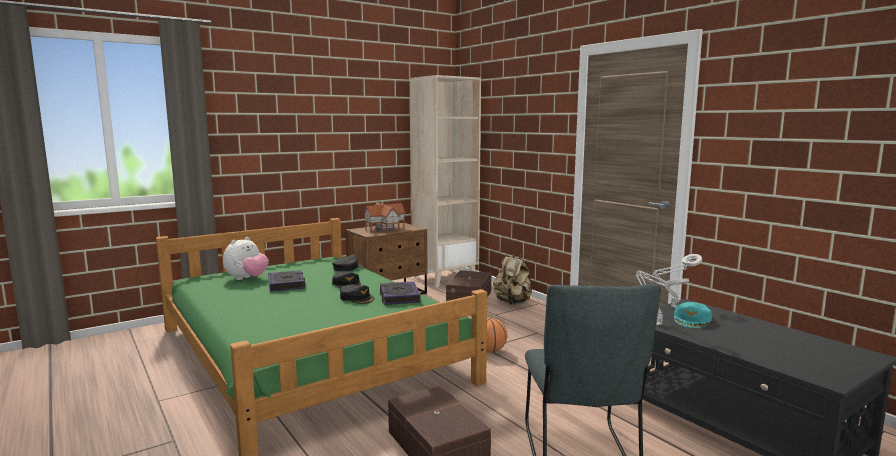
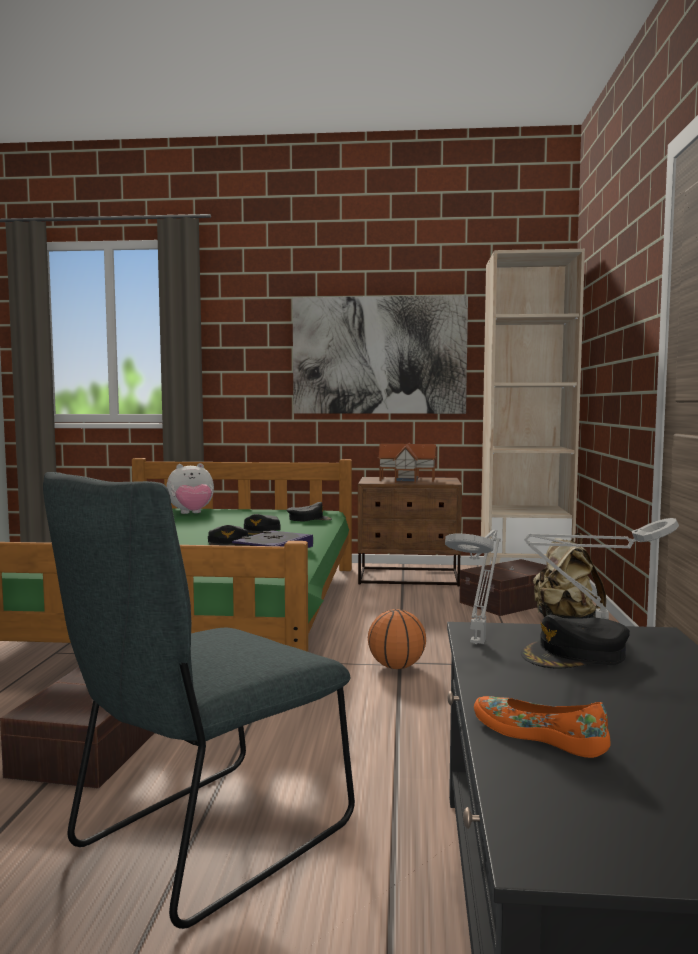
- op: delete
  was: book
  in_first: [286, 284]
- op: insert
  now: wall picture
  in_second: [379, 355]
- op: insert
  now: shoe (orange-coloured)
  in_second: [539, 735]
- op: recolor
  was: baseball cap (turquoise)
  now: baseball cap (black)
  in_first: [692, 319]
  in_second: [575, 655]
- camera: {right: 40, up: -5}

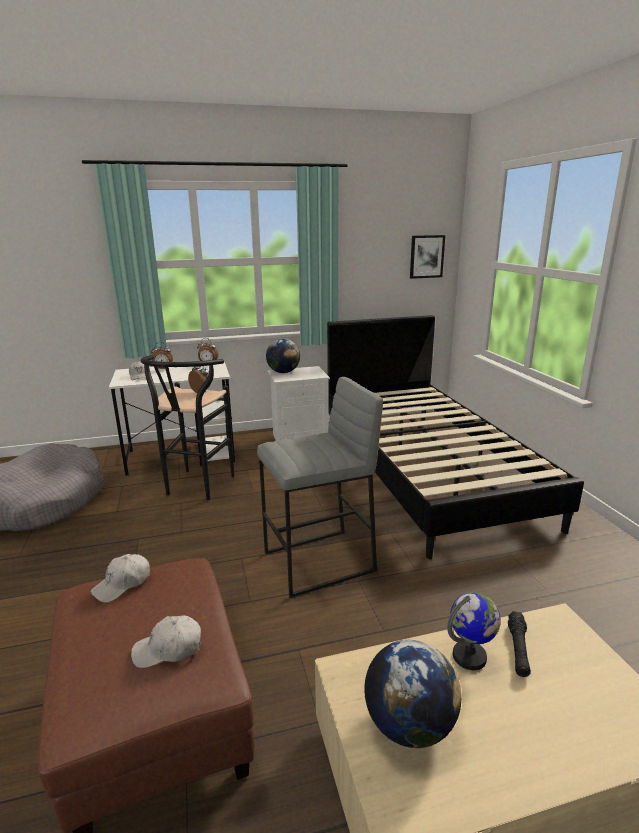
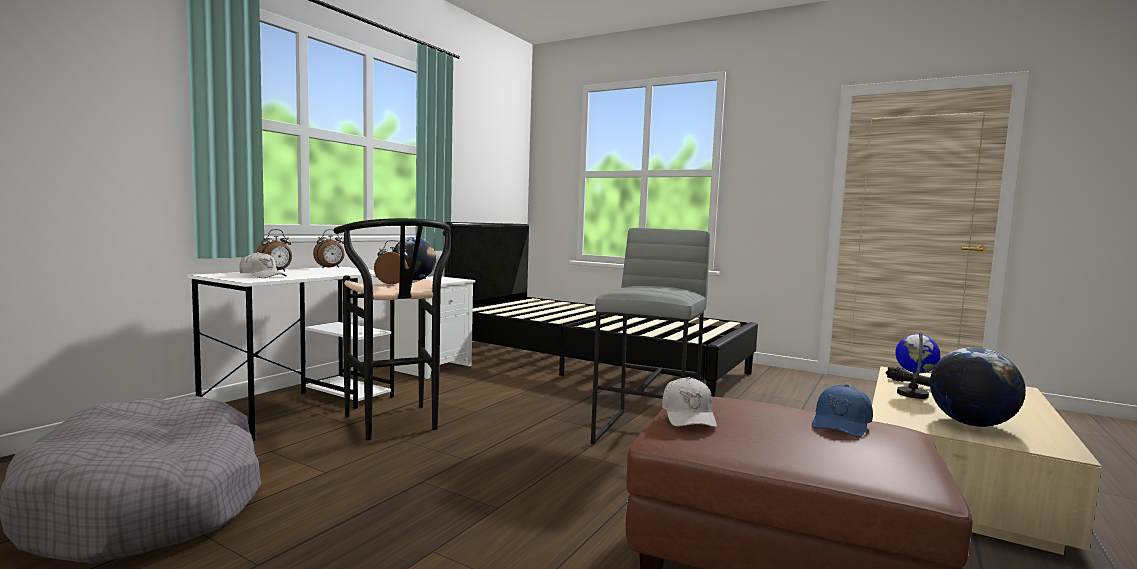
- op: delete
  was: wall picture
  in_first: [426, 256]
- op: recolor
  was: baseball cap (whitish)
  now: baseball cap (blue)
  in_first: [169, 649]
  in_second: [841, 424]
- camera: {right: -45, up: -15}

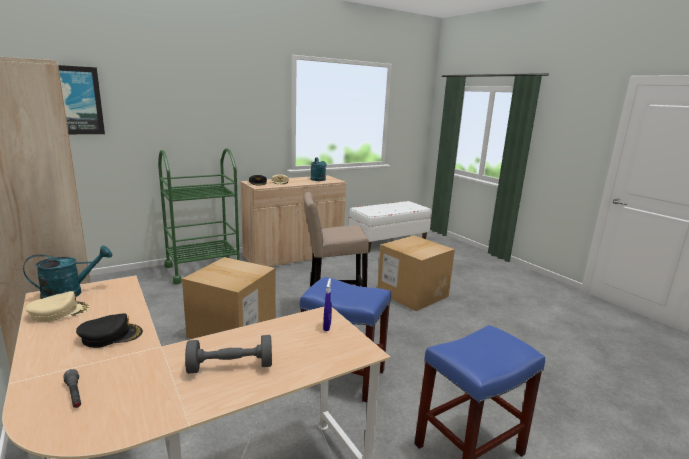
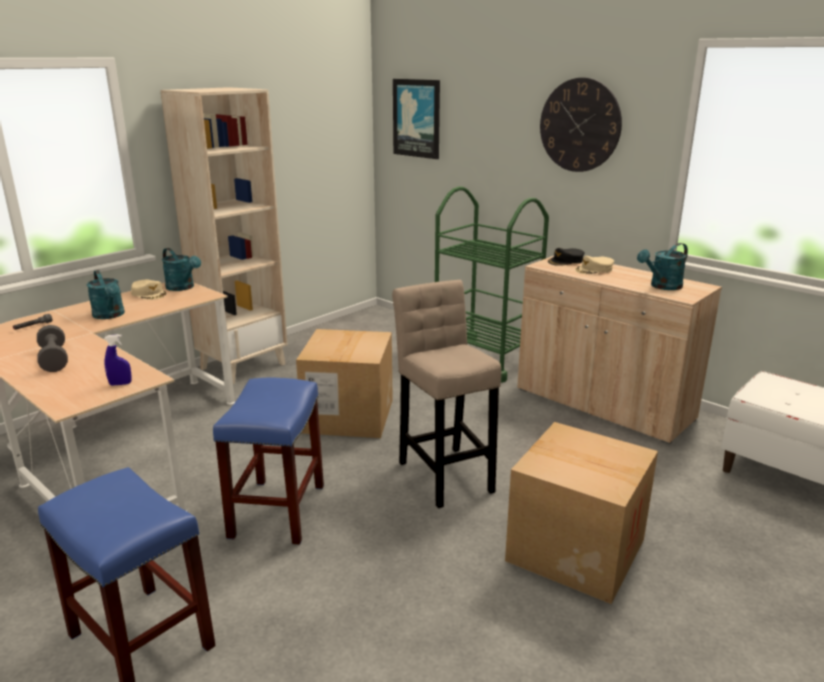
- op: insert
  now: clock on the wall
  in_second: [580, 125]
- op: replace
  was: baseball cap (black)
  now: sprinkling can (turquoise)
  in_first: [111, 336]
  in_second: [110, 315]
- camera: {right: 75, up: 5}

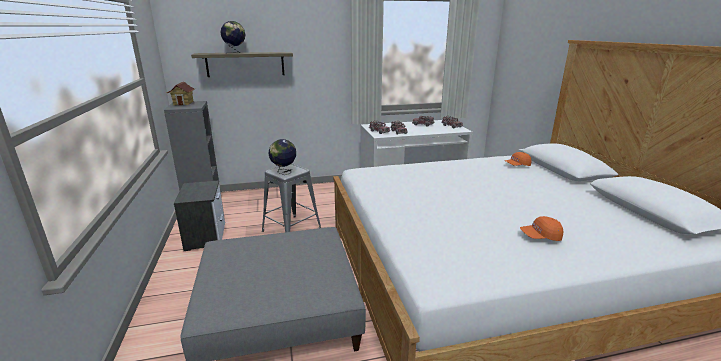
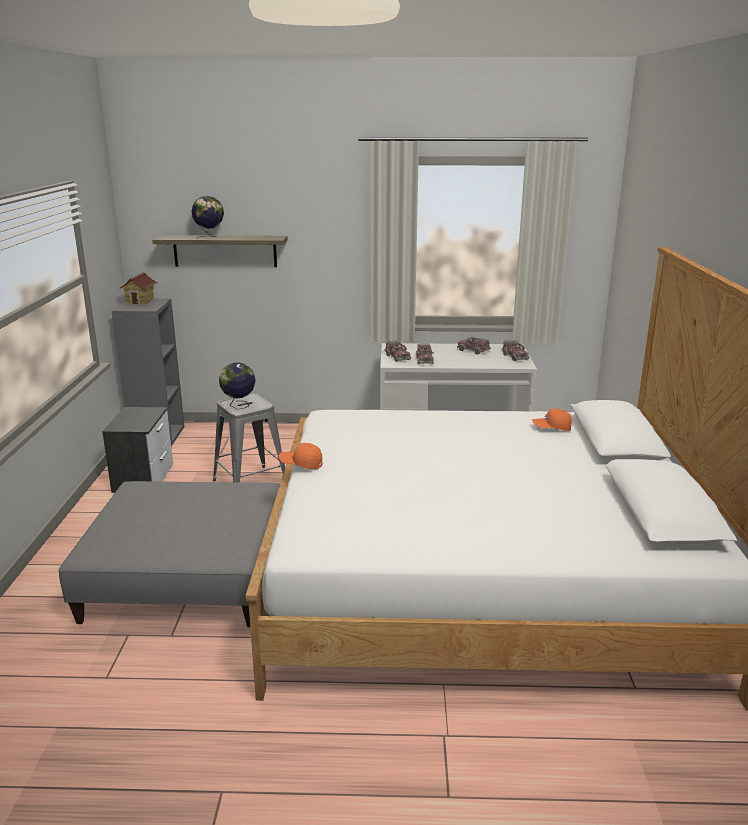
- op: move
  was: baseball cap (orange-coloured)
  in_first: [540, 237]
  in_second: [301, 464]
- camera: {right: 15, up: 0}

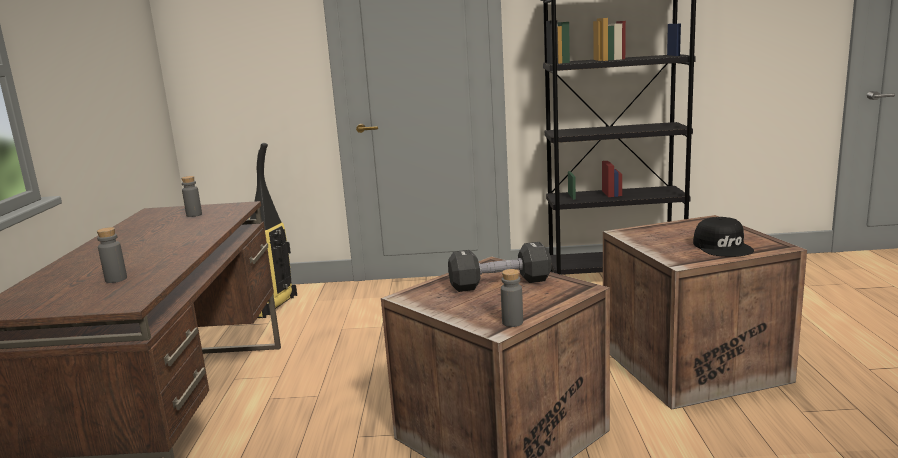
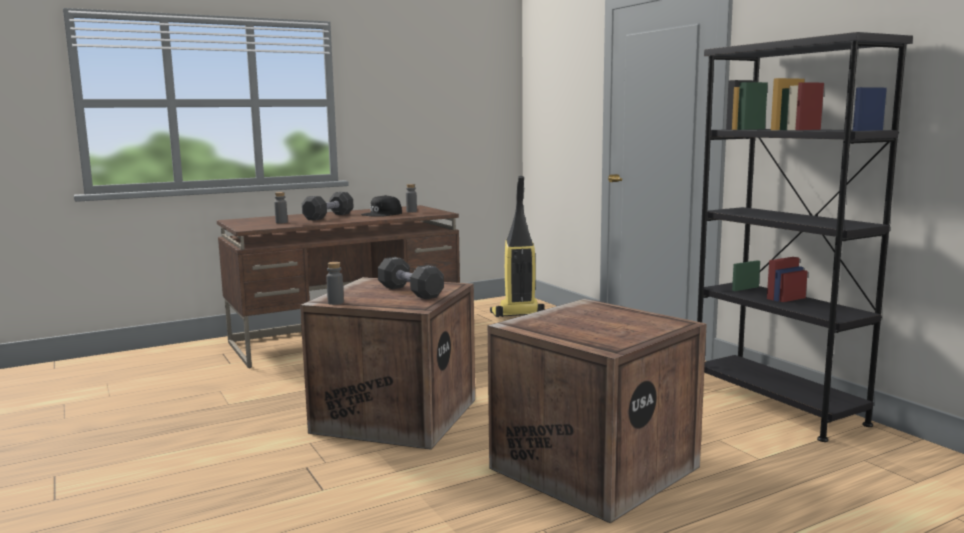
- op: insert
  now: dumbbell (black)
  in_second: [328, 217]
- op: move
  was: baseball cap (black)
  in_first: [723, 247]
  in_second: [382, 214]
- camera: {right: 60, up: -5}

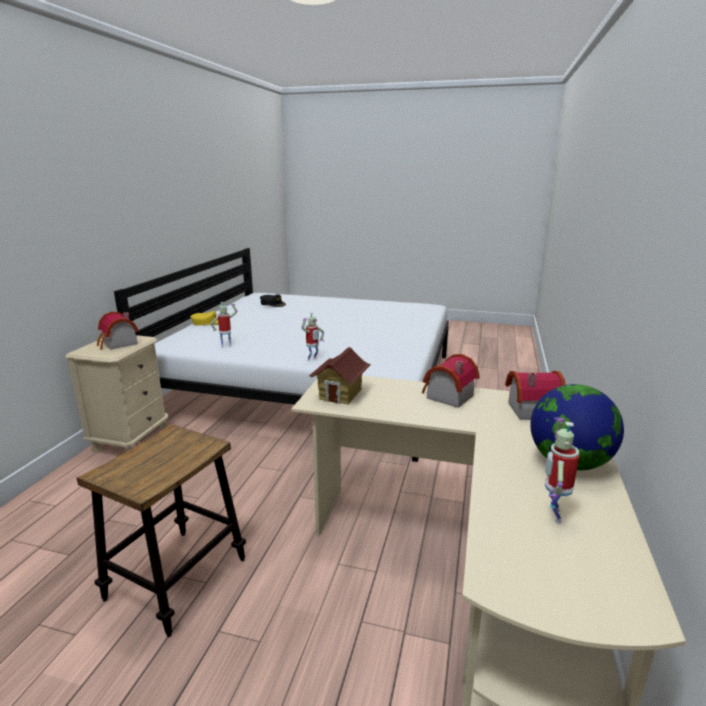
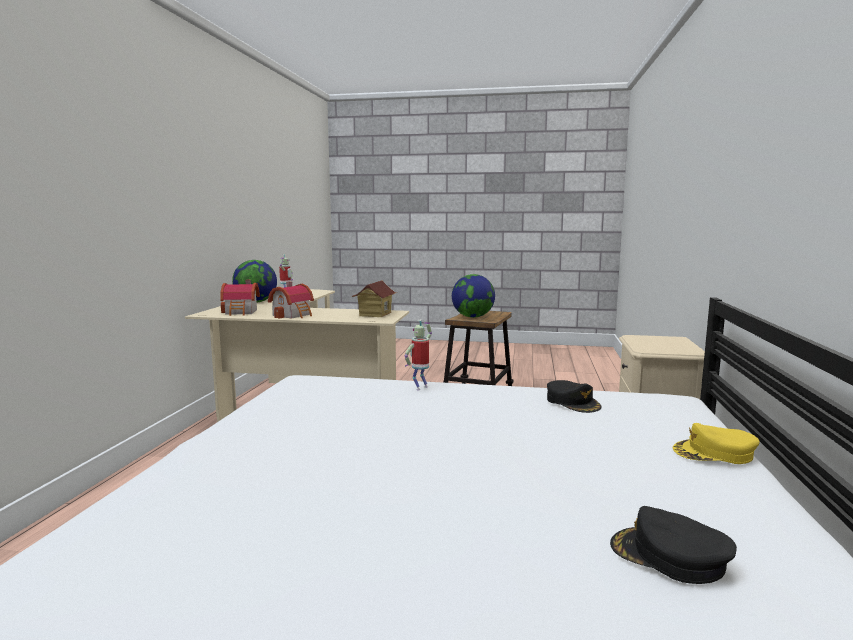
- op: delete
  was: miniature house
  in_first: [118, 344]
- op: insert
  now: world globe
  in_second: [473, 317]
- op: replace
  was: model robot
  now: baseball cap (black)
  in_first: [226, 345]
  in_second: [573, 402]
- camera: {right: 175, up: -10}

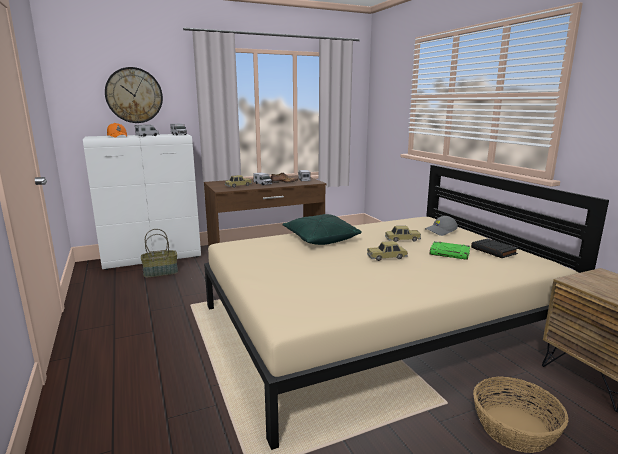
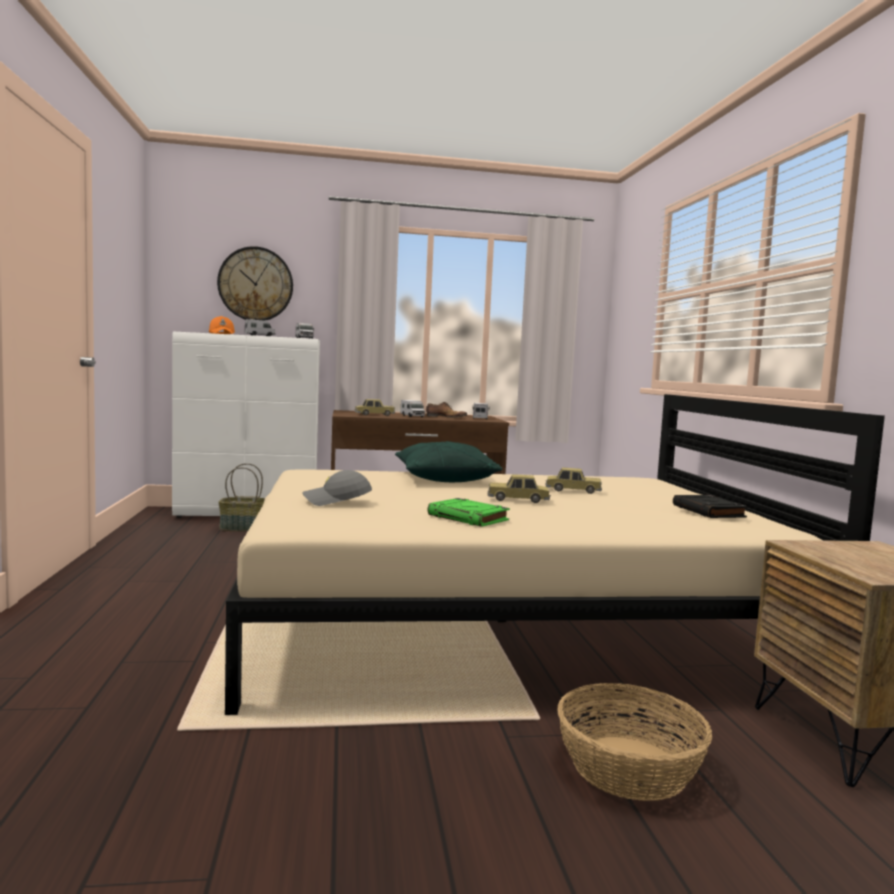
- op: move
  was: baseball cap (greyish)
  in_first: [441, 231]
  in_second: [336, 501]
- op: move
  was: book (green-coloured)
  in_first: [450, 253]
  in_second: [469, 518]
- camera: {right: 15, up: -10}

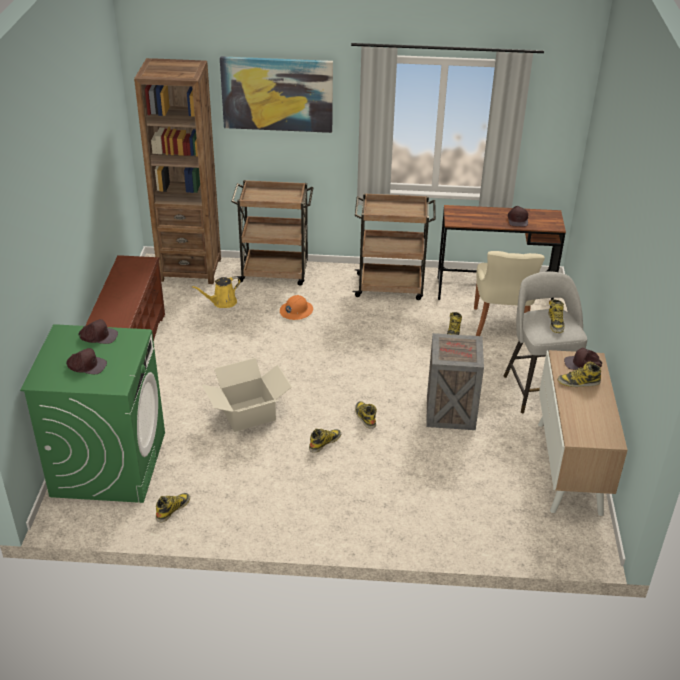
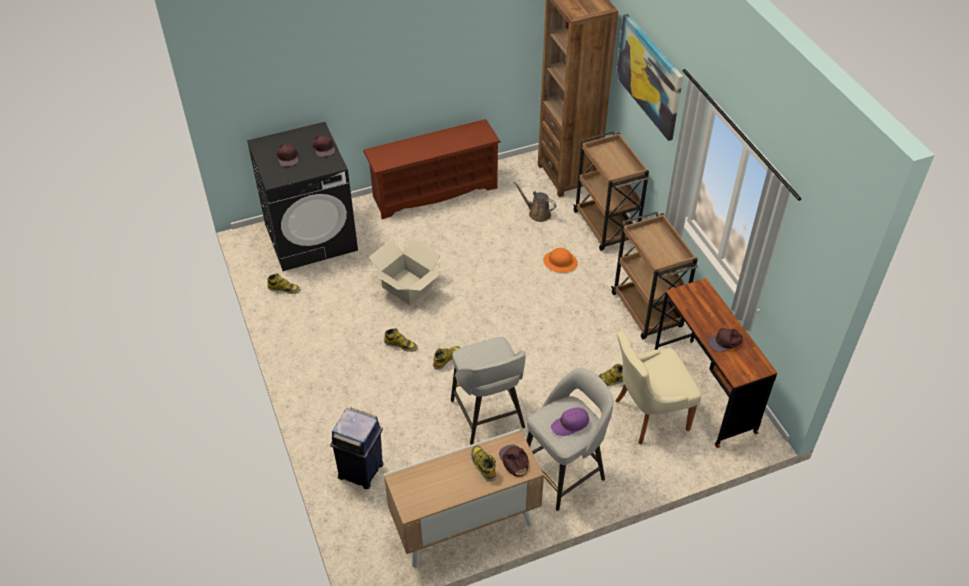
- op: insert
  now: waste bin (blue)
  in_second: [361, 471]
- op: replace
  was: shipping crate
  now: stool (greyish)
  in_first: [451, 413]
  in_second: [488, 416]
- op: replace
  was: tall boot
  now: baseball cap (purplish)
  in_first: [555, 322]
  in_second: [570, 424]
- op: recolor
  was: laundry appliance (green-coloured)
  now: laundry appliance (black)
  in_first: [109, 463]
  in_second: [311, 236]
- op: recolor
  was: sprinkling can (yellow-coloured)
  now: sprinkling can (brown)
  in_first: [222, 302]
  in_second: [537, 213]
- camera: {right: 65, up: 10}

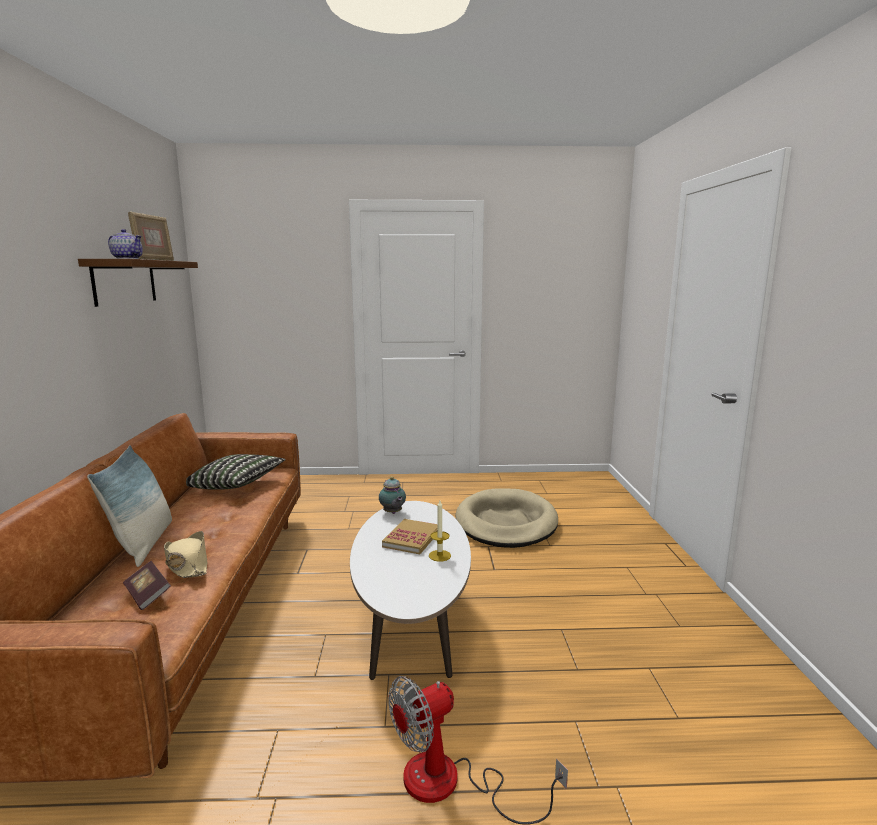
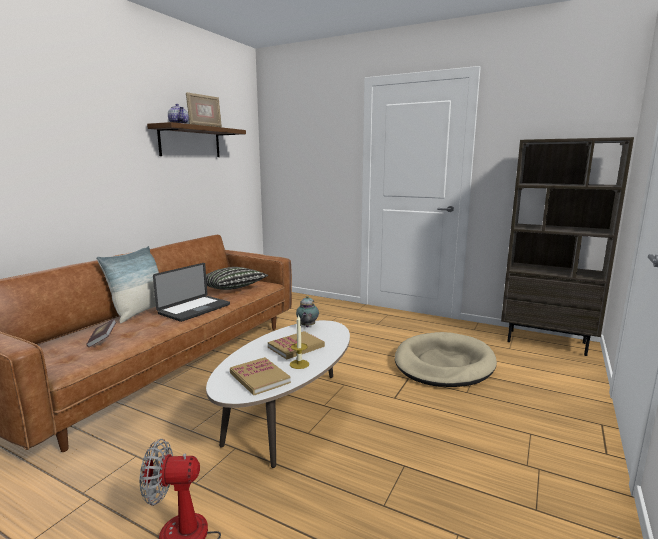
- op: delete
  was: wearable hat (beige-coloured)
  in_first: [187, 564]
- op: insert
  now: notebook computer
  in_second: [194, 309]
- op: insert
  now: book
  in_second: [259, 378]
- op: insert
  now: bookcase (brown)
  in_second: [547, 342]
- camera: {right: 30, up: 0}

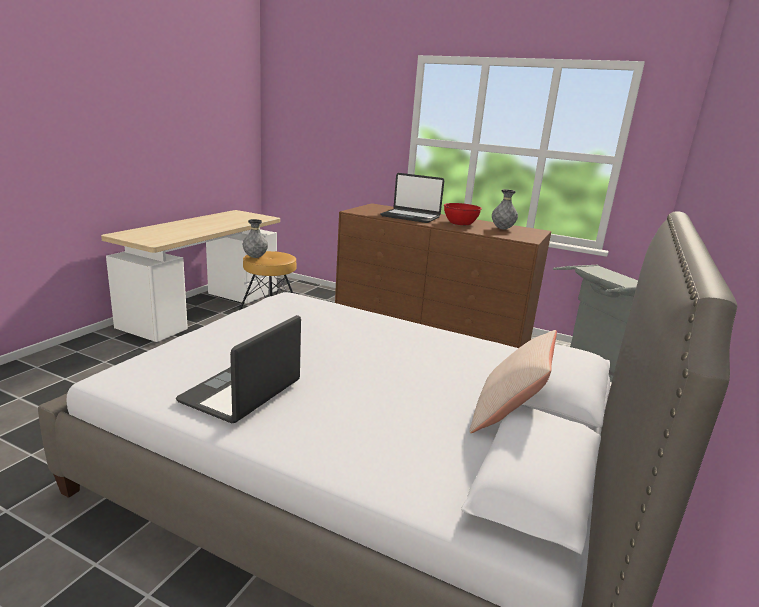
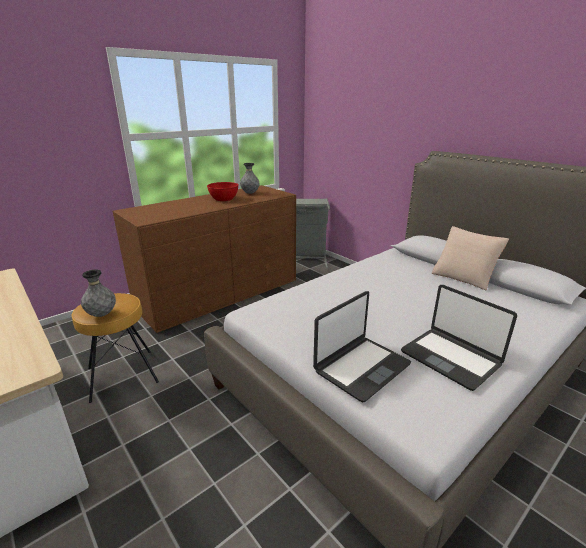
- op: move
  was: notebook computer
  in_first: [410, 217]
  in_second: [361, 367]
- camera: {right: -65, up: 5}

